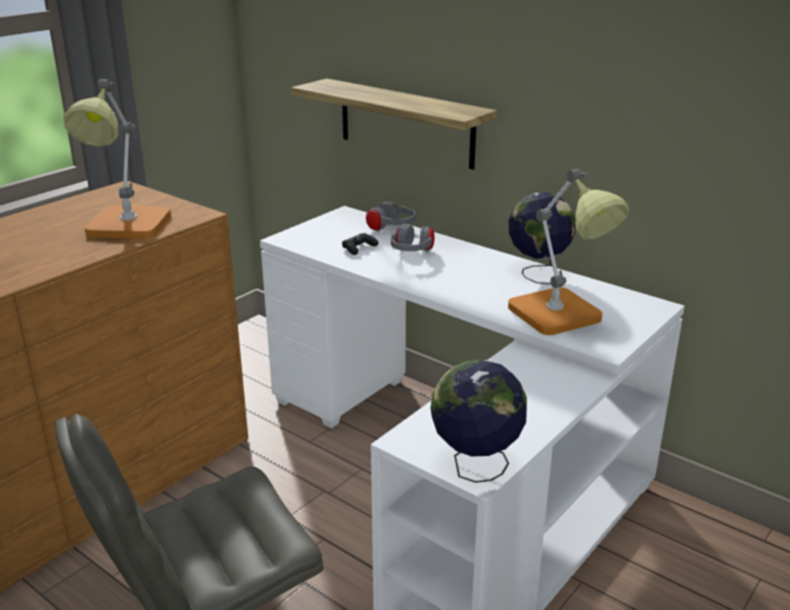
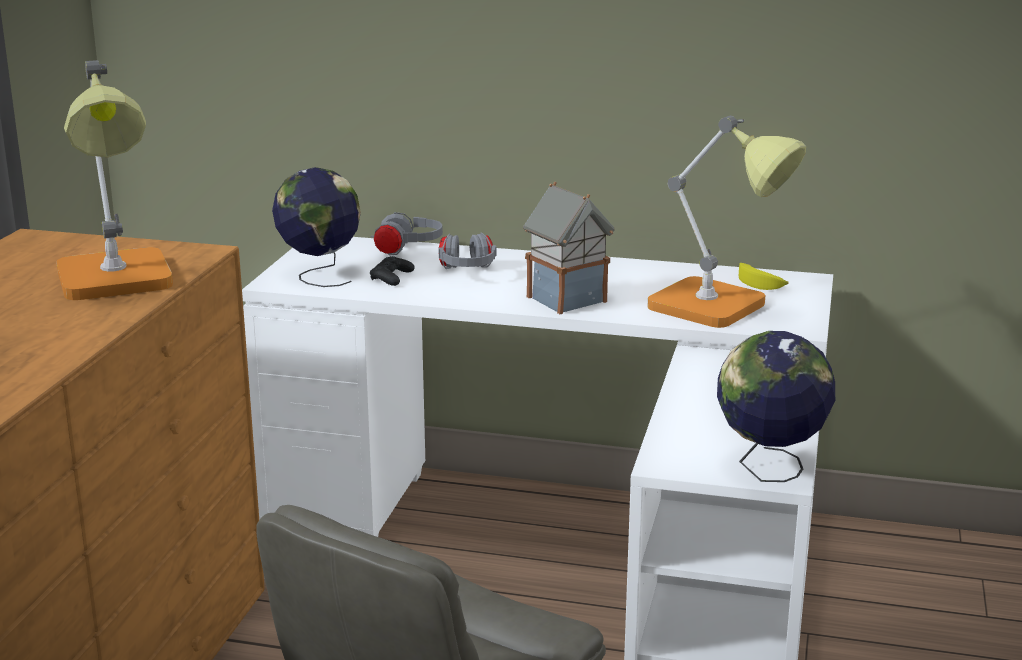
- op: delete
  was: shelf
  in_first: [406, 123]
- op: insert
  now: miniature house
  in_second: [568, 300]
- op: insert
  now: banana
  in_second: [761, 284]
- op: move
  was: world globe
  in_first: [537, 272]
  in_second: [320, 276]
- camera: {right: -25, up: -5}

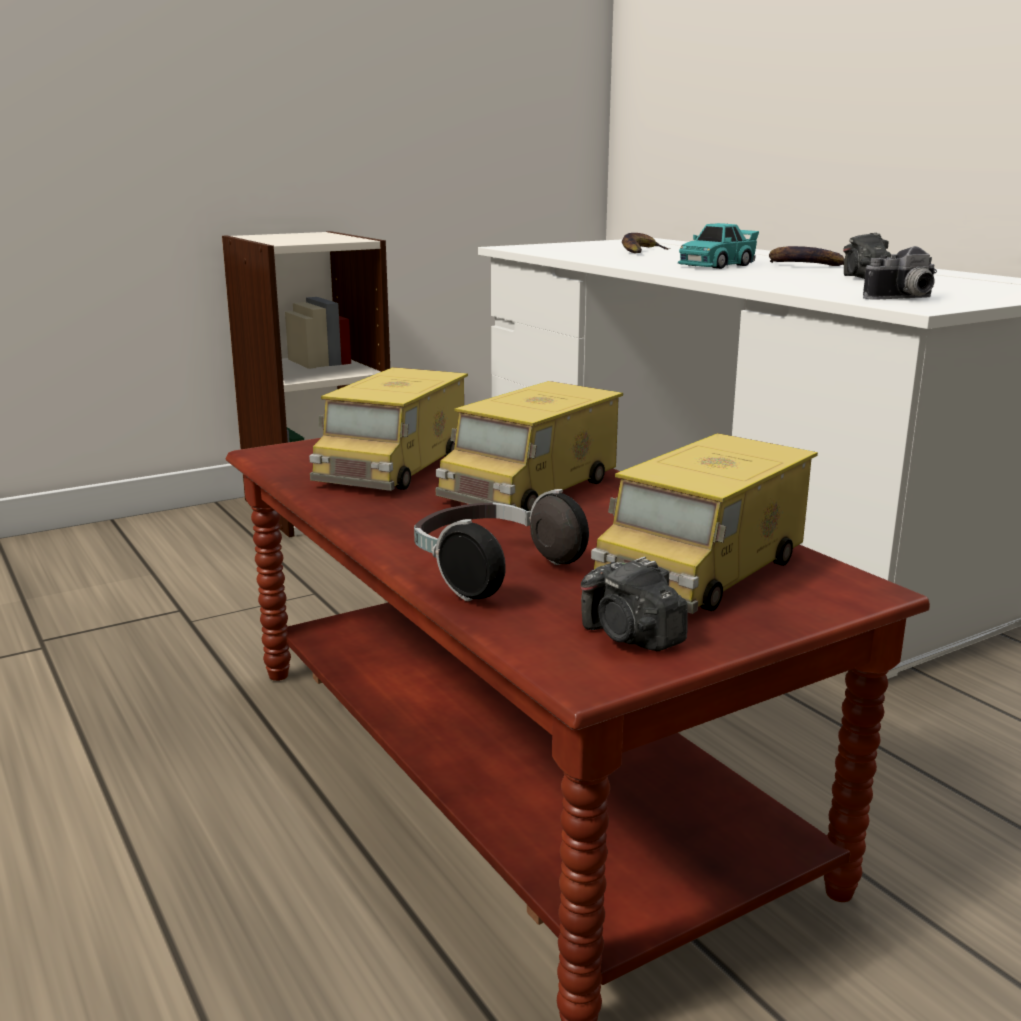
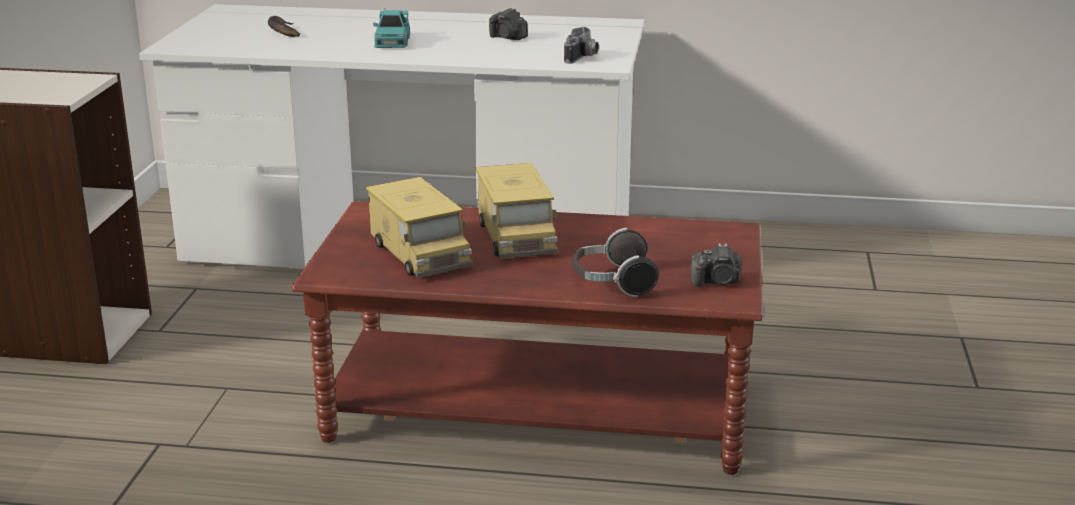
- op: delete
  was: toy lorry
  in_first: [703, 569]
- op: delete
  was: banana
  in_first: [803, 266]
- camera: {right: -50, up: 5}

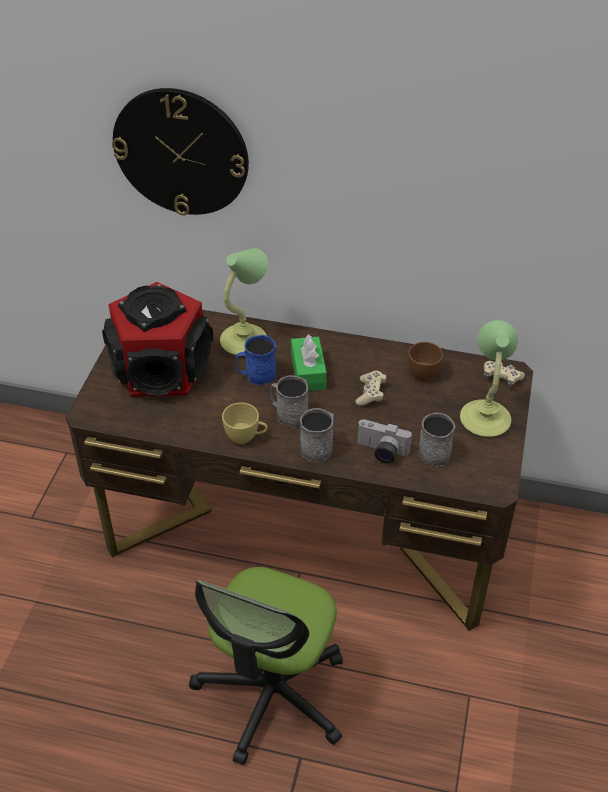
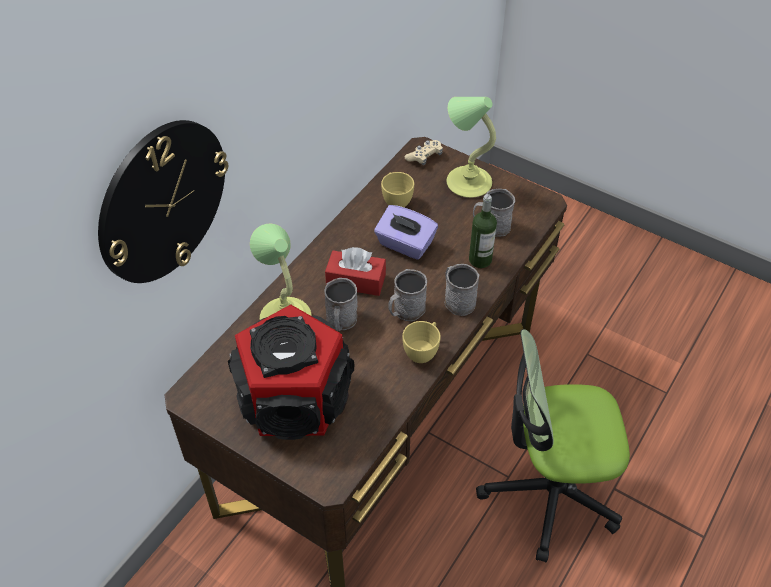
- op: replace
  was: game controller (beige-coloured)
  now: box of tissues (purplish)
  in_first: [370, 393]
  in_second: [405, 245]
- op: replace
  was: still camera
  now: bottle
  in_first: [381, 452]
  in_second: [480, 260]
- op: recolor
  was: mug (blue)
  now: mug (greyish)
  in_first: [256, 375]
  in_second: [341, 321]
- op: recolor
  was: box of tissues (green-coloured)
  now: box of tissues (red)
  in_first: [308, 372]
  in_second: [356, 280]
- op: recolor
  was: drinking cup (brown)
  now: drinking cup (yellow-coloured)
  in_first: [426, 372]
  in_second: [396, 200]
- op: rotate
  was: desk chair
  in_first: [272, 694]
  in_second: [549, 492]
  clockwise: 135
- camera: {right: -70, up: 5}

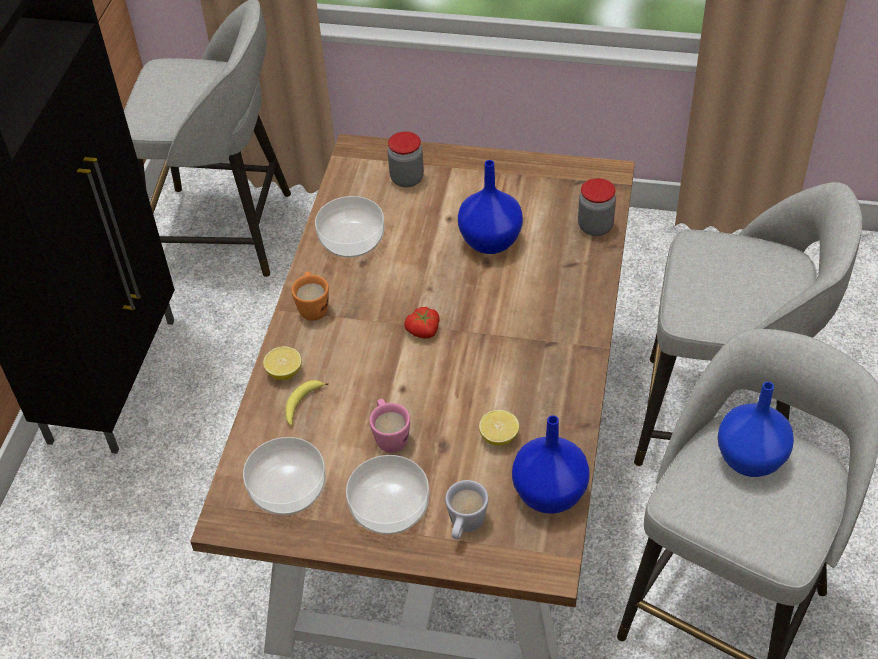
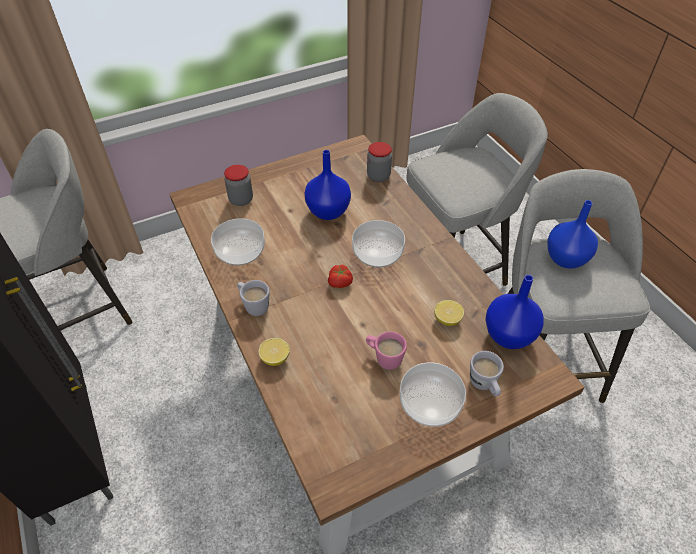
- op: delete
  was: banana
  in_first: [302, 404]
- op: move
  was: serving bowl
  in_first: [289, 489]
  in_second: [378, 253]
- op: recolor
  was: mug (orange-coloured)
  now: mug (whitish)
  in_first: [313, 306]
  in_second: [253, 305]
- camera: {right: -40, up: 0}

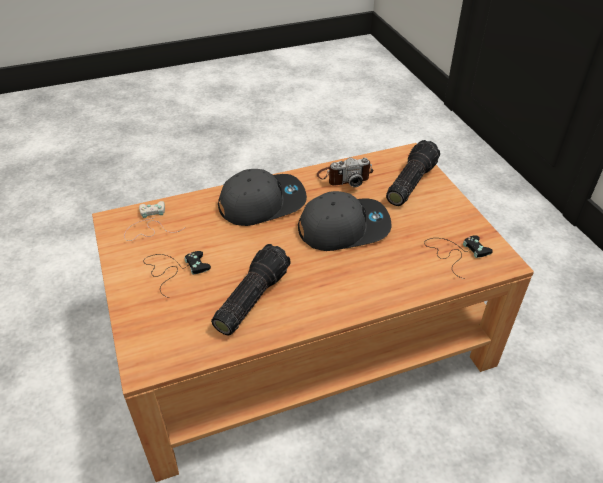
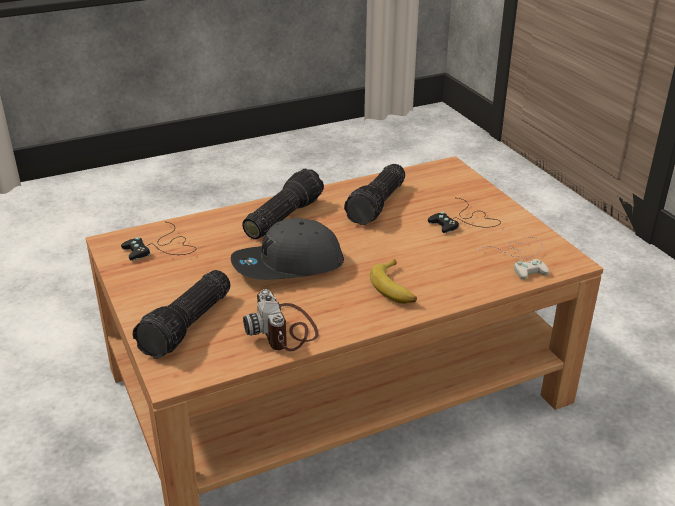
- op: insert
  now: hand torch
  in_second: [282, 217]
- op: replace
  was: baseball cap (greyish)
  now: banana
  in_first: [262, 203]
  in_second: [395, 288]
- op: rotate
  was: still camera
  in_first: [344, 177]
  in_second: [284, 330]
  clockwise: -90
- camera: {right: 175, up: -10}

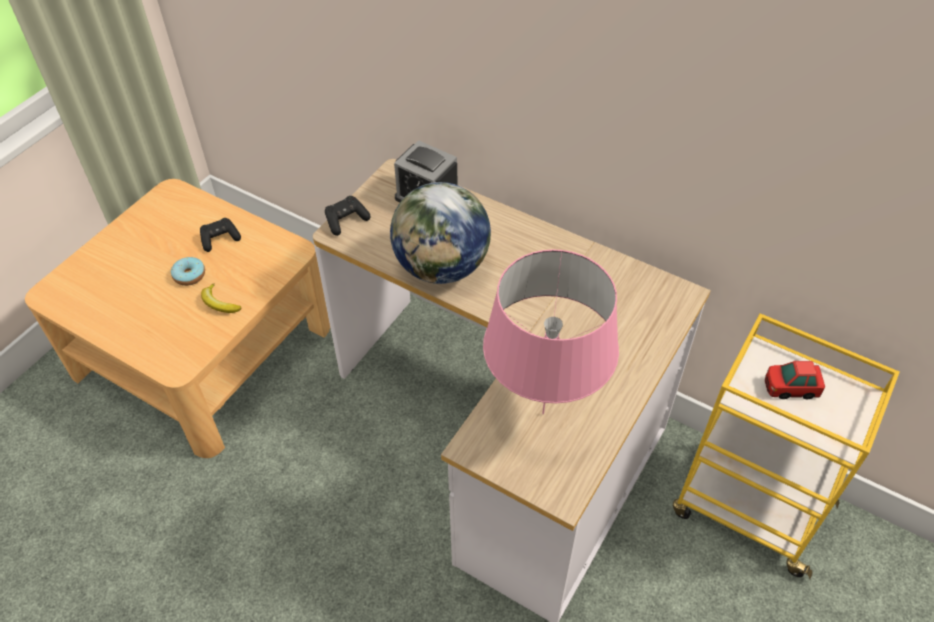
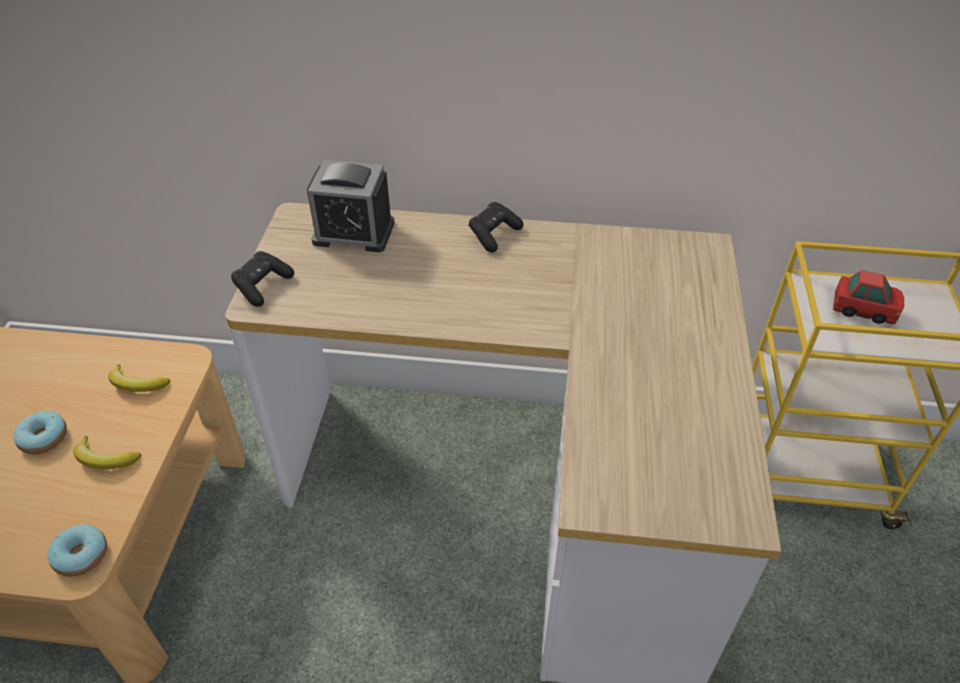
- op: delete
  was: world globe
  in_first: [442, 267]
- op: delete
  was: lamp for a table (pink)
  in_first: [542, 413]
- op: insert
  now: donut
  in_second: [81, 555]
- op: insert
  now: banana
  in_second: [137, 385]
- op: move
  was: game controller (black)
  in_first: [220, 239]
  in_second: [493, 235]
- op: rotate
  was: miniature car
  in_first: [790, 388]
  in_second: [864, 310]
  clockwise: -135
- camera: {right: -25, up: -5}

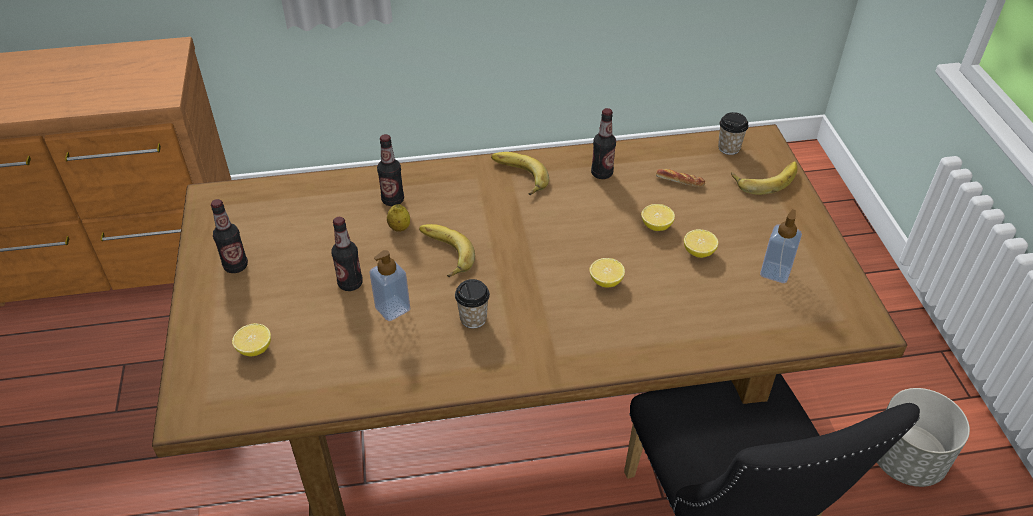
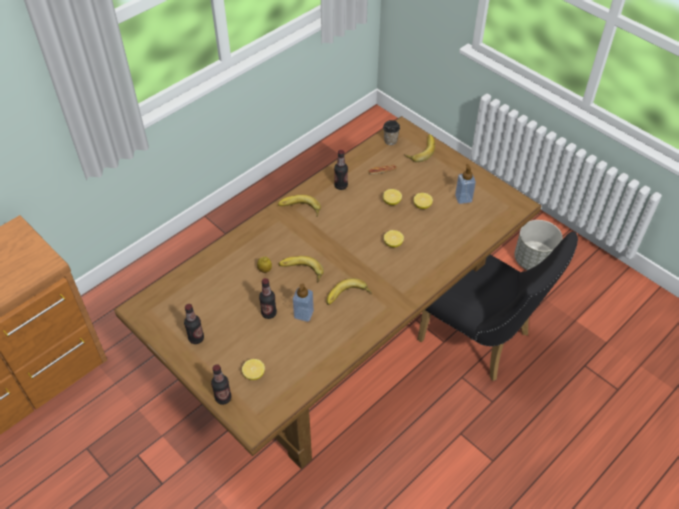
- op: move
  was: bottle
  in_first: [393, 200]
  in_second: [223, 398]
- op: replace
  was: drinking cup
  now: banana
  in_first: [473, 318]
  in_second: [348, 297]
- camera: {right: -35, up: 5}

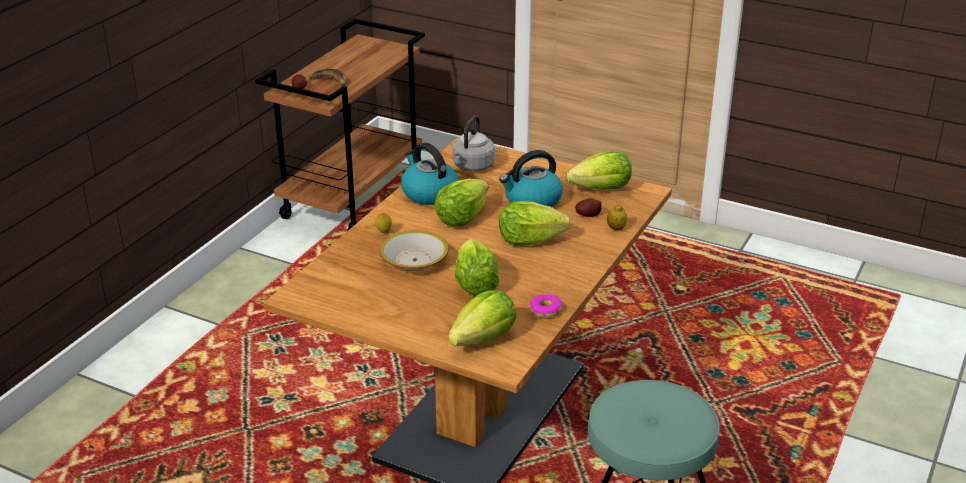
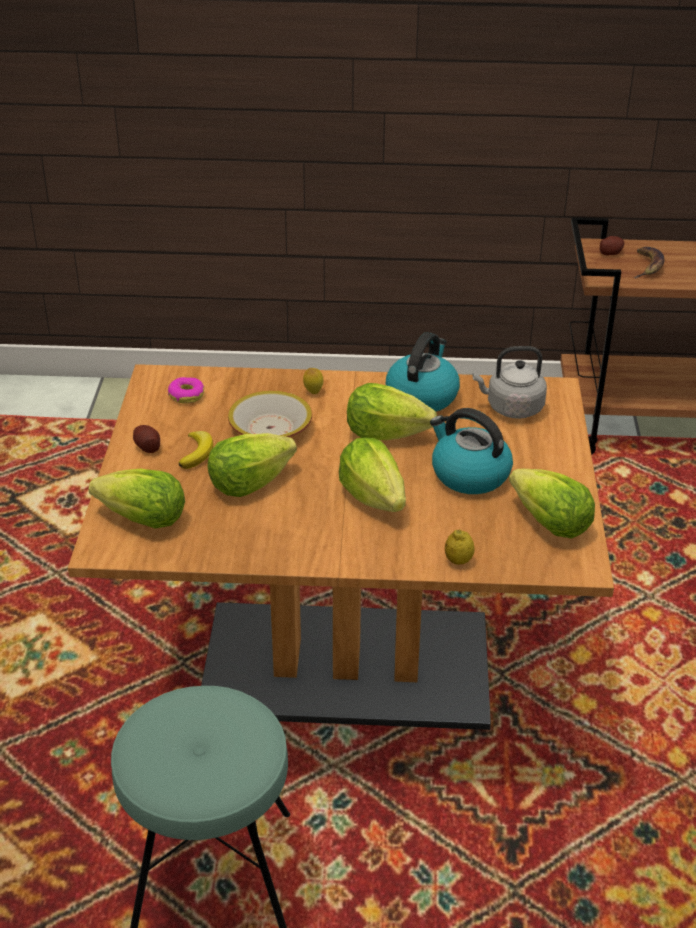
- op: insert
  now: banana
  in_second: [197, 452]
- op: move
  was: donut
  in_first: [545, 311]
  in_second: [186, 395]
- op: move
  was: spud
  in_first: [588, 215]
  in_second: [147, 447]
- camera: {right: 65, up: 5}

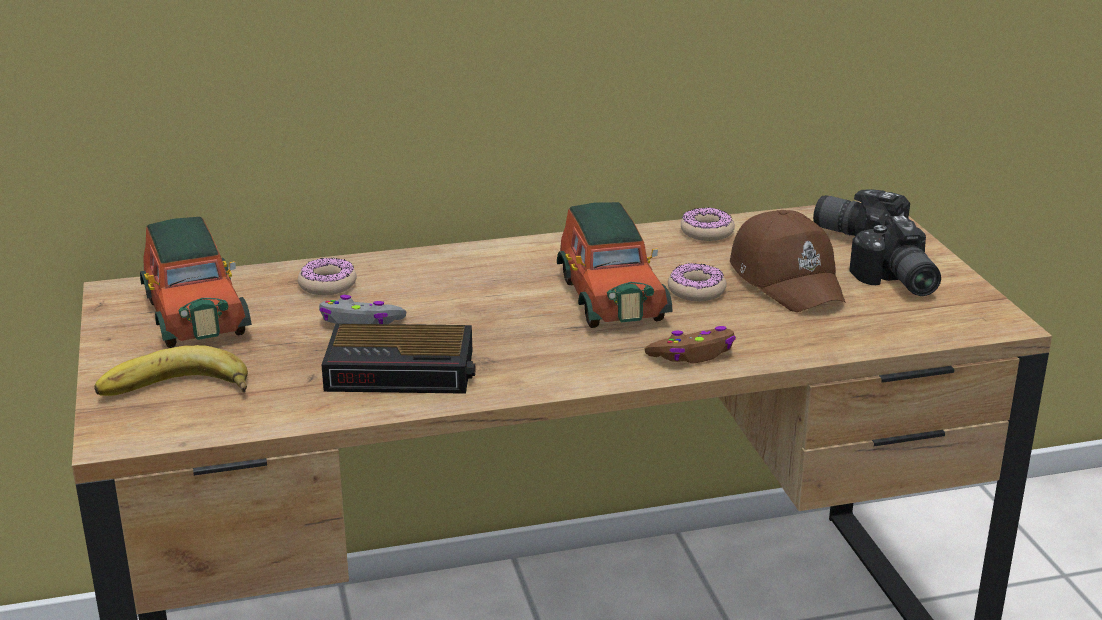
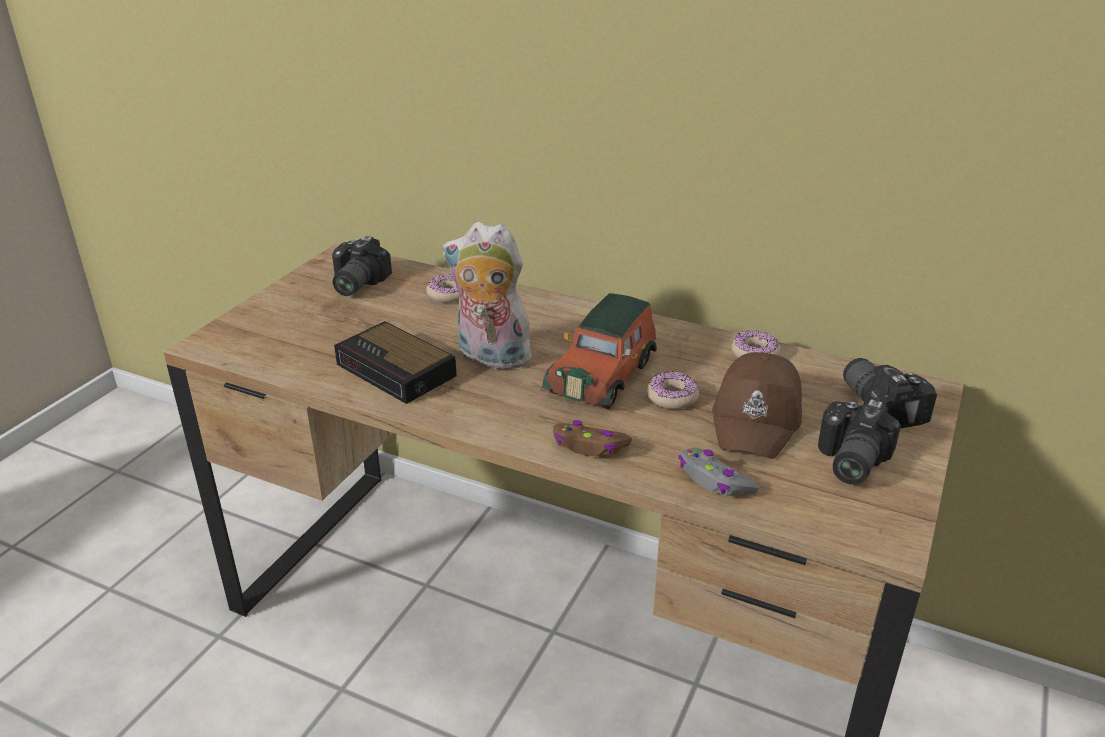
- op: delete
  was: banana
  in_first: [175, 393]
- op: insert
  now: cuddly toy
  in_second: [490, 358]
- op: move
  was: game controller (greyish)
  in_first: [360, 322]
  in_second: [714, 481]
- op: replace
  was: miniature car
  now: still camera
  in_first: [194, 313]
  in_second: [354, 284]
- camera: {right: 40, up: 5}

